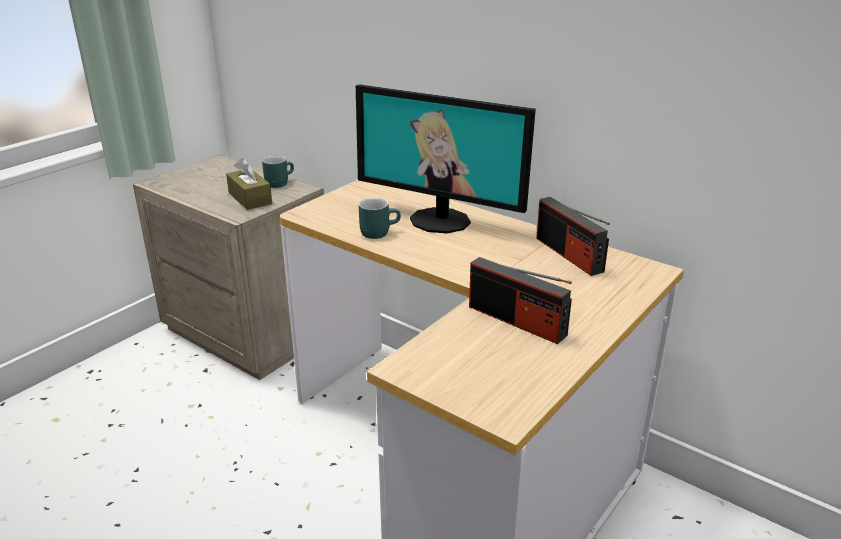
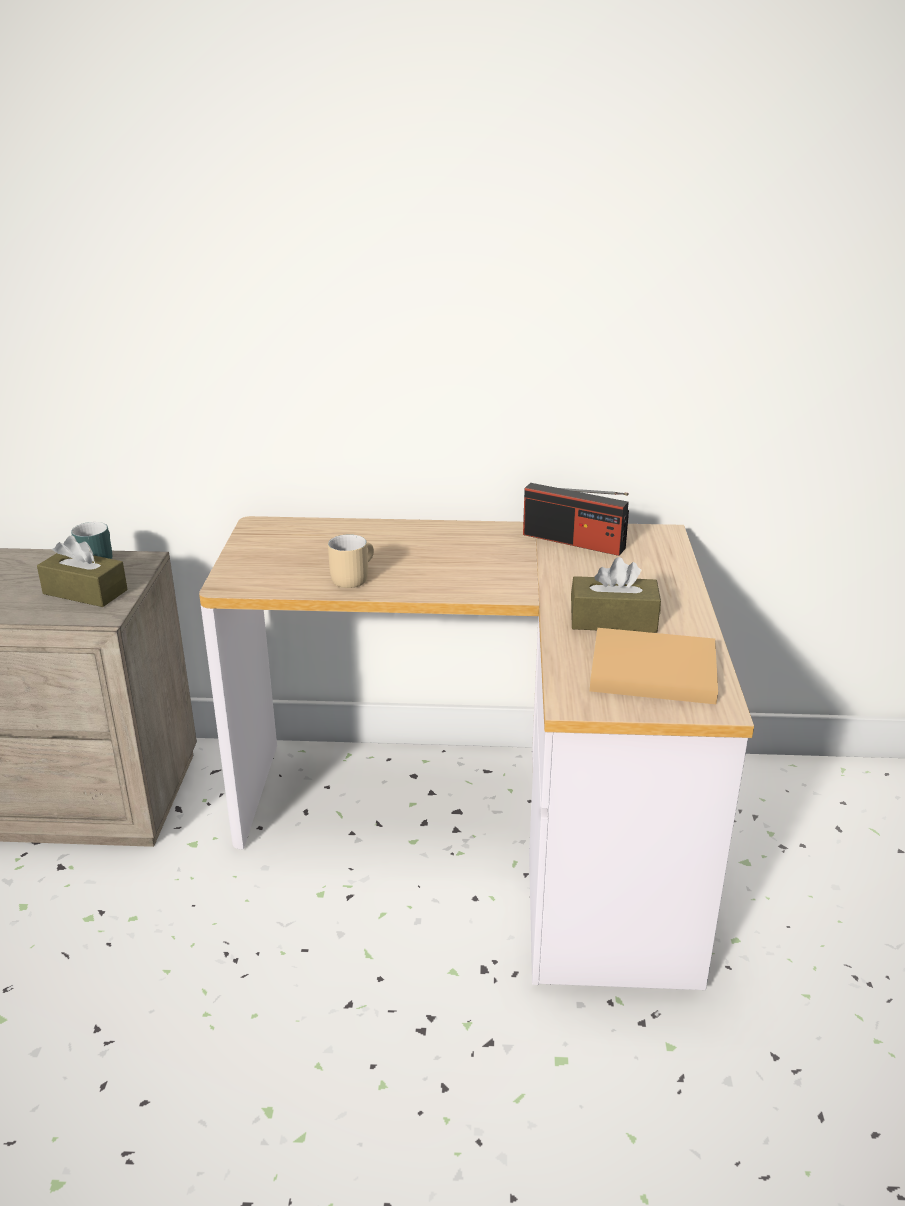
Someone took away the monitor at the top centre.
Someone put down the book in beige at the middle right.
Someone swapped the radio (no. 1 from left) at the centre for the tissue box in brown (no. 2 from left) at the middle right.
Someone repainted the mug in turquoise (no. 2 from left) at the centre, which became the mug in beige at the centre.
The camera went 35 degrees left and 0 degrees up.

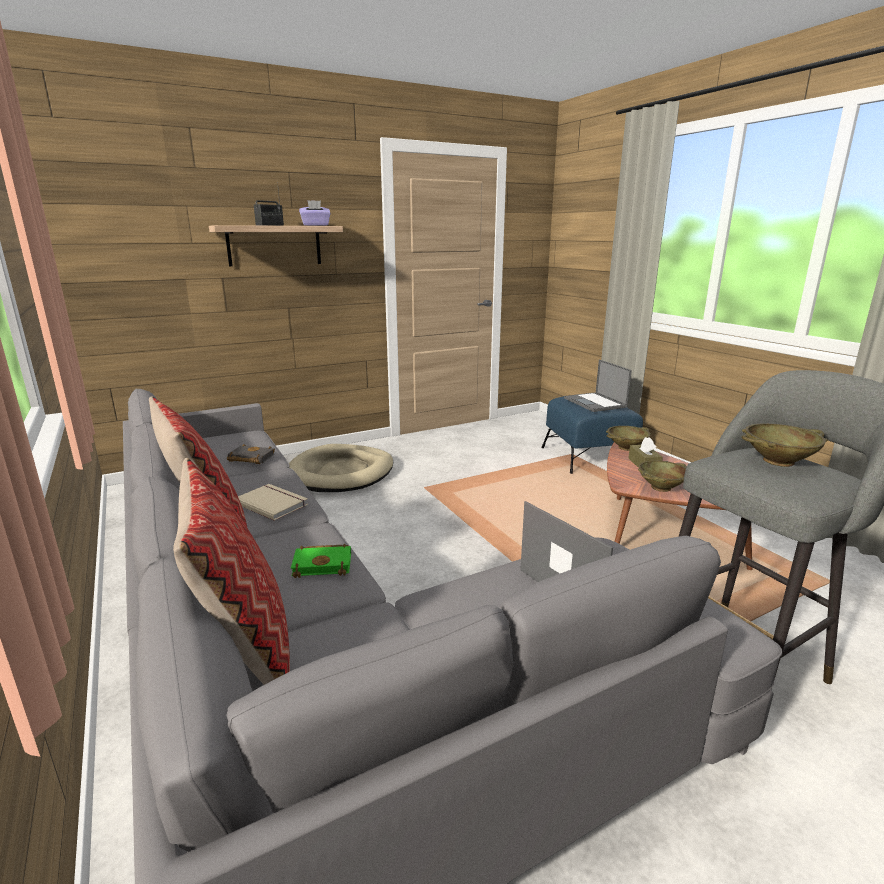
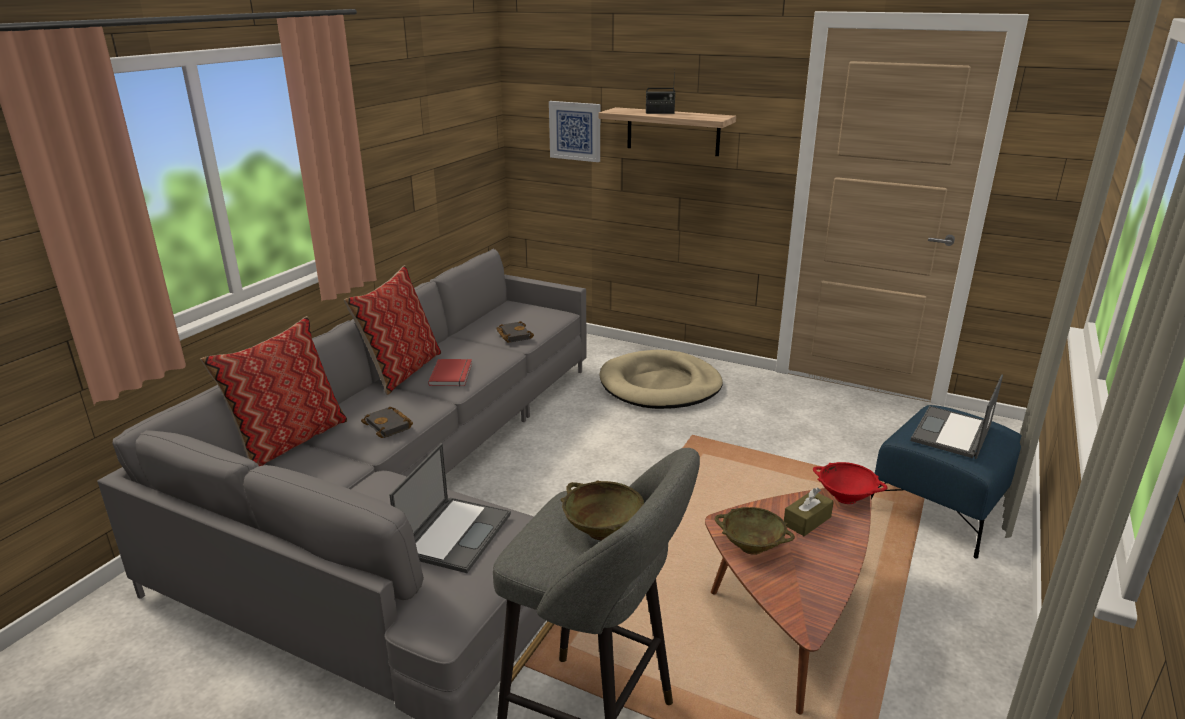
Someone took away the tissue box in purple at the top centre.
Someone put up the picture at the top centre.
Someone repainted the book in beige at the middle left, which became the book in red at the centre.
Someone repainted the book in green at the centre, which became the book in black (no. 1 from left) at the middle left.
Someone repainted the bowl in beige (no. 1 from left) at the middle right, which became the bowl in red at the bottom right.
The camera went 55 degrees right and 5 degrees up.

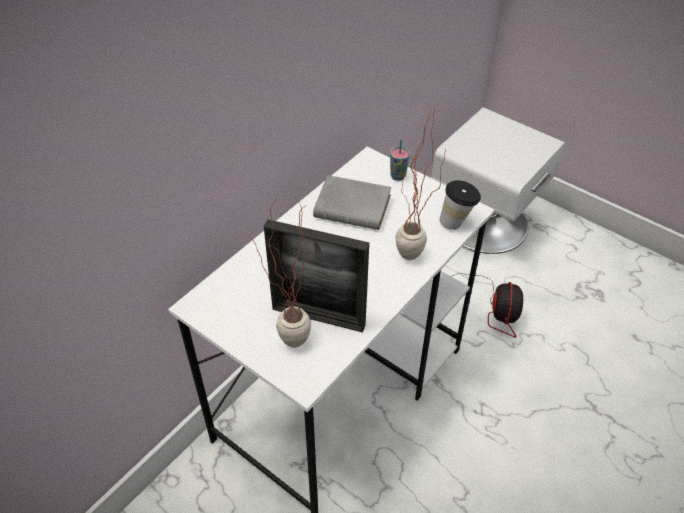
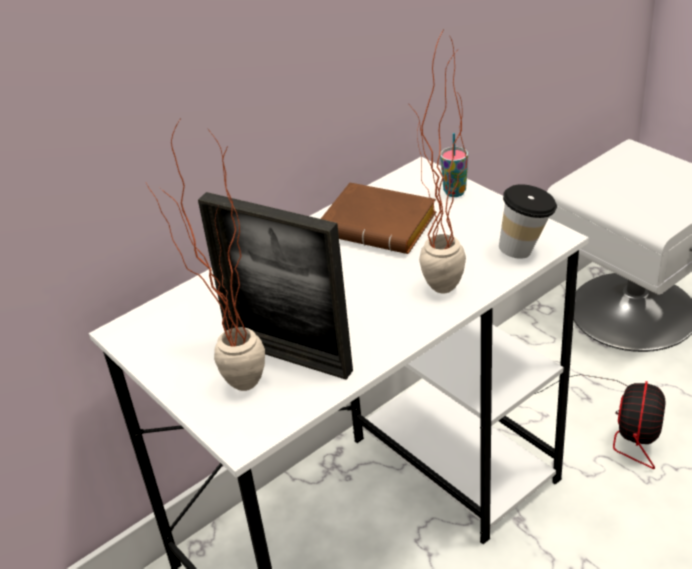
Someone repainted the book in grey at the centre, which became the book in brown at the centre.
The camera went 15 degrees right and 10 degrees down.

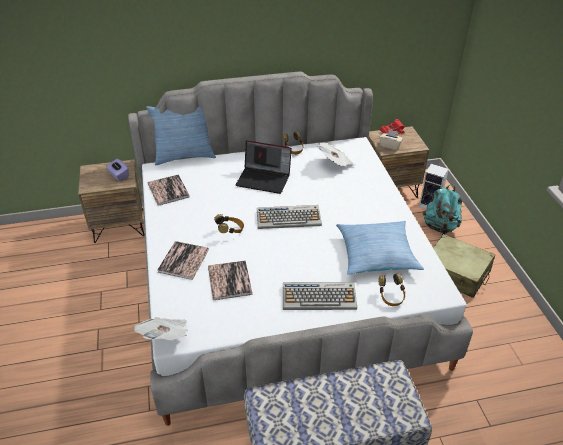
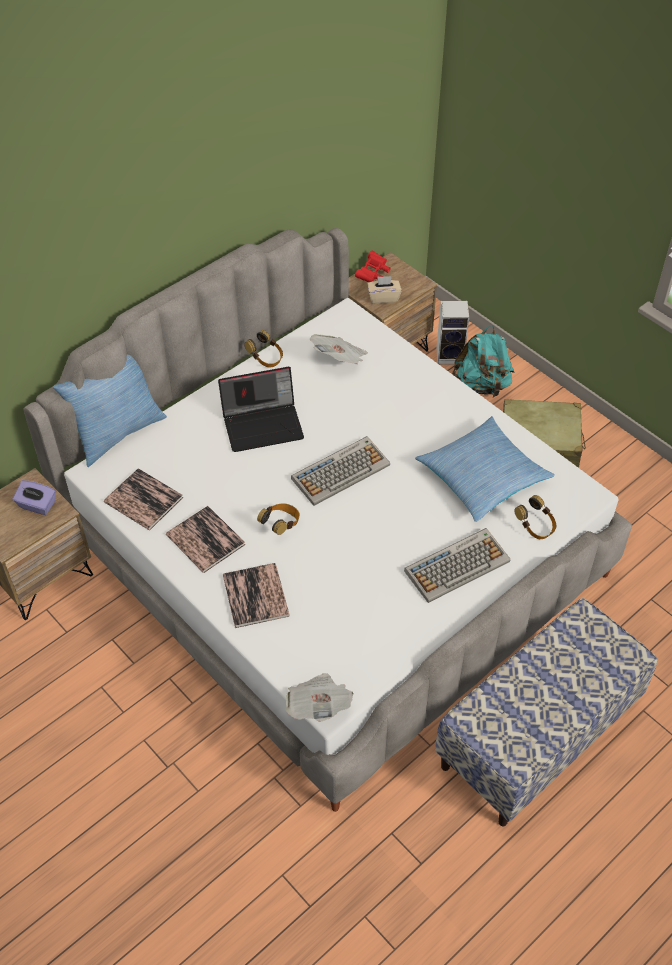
Someone carried the book (no. 3 from left in the first image) from the centre to the middle left.
The camera went 30 degrees left and 10 degrees up.

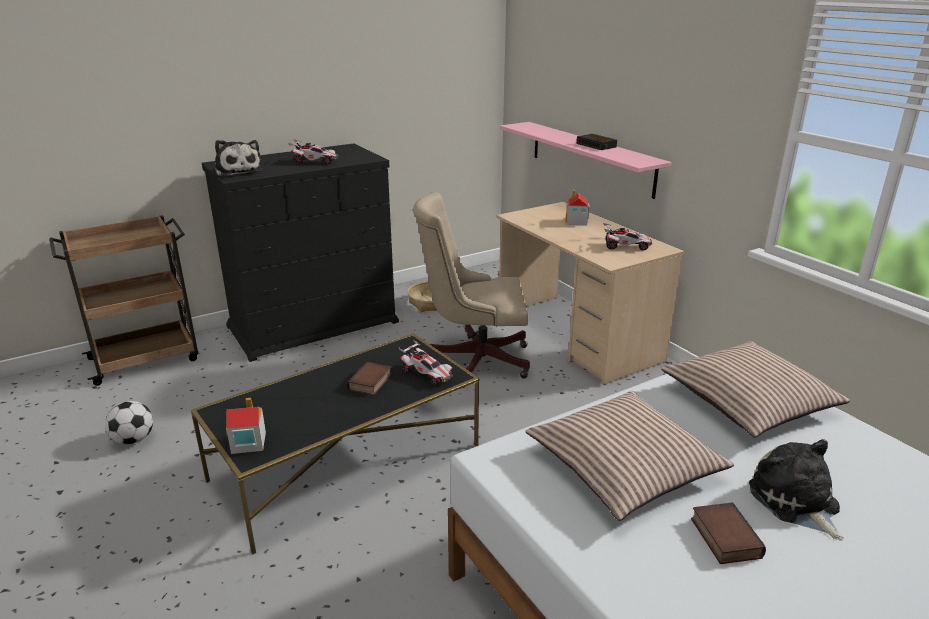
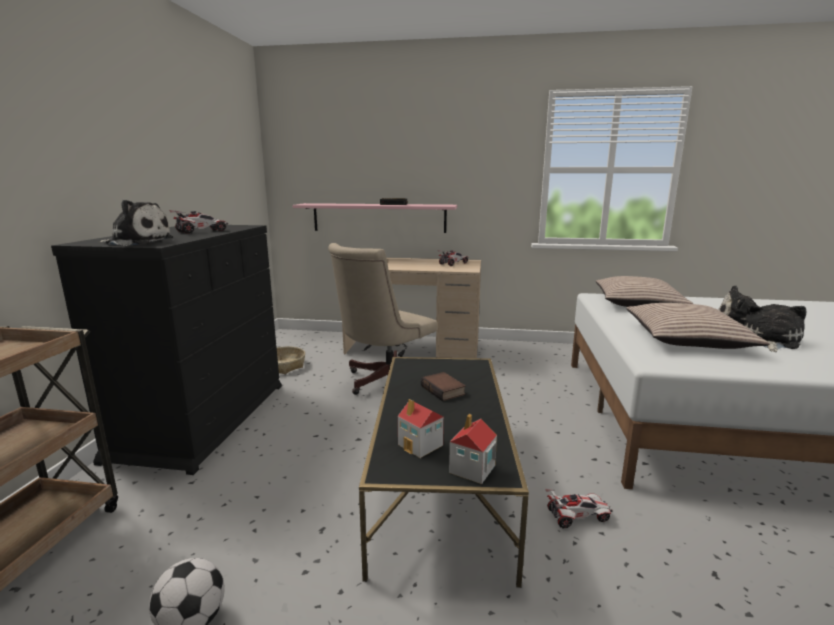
Someone carried the toy car (no. 2 from left in the first image) from the centre to the bottom right.
Someone carried the toy house (no. 2 from left in the first image) from the centre to the bottom centre.
Someone swapped the book (no. 2 from left) at the bottom right for the plush toy (no. 3 from left) at the middle right.
The camera went 50 degrees left and 10 degrees down.

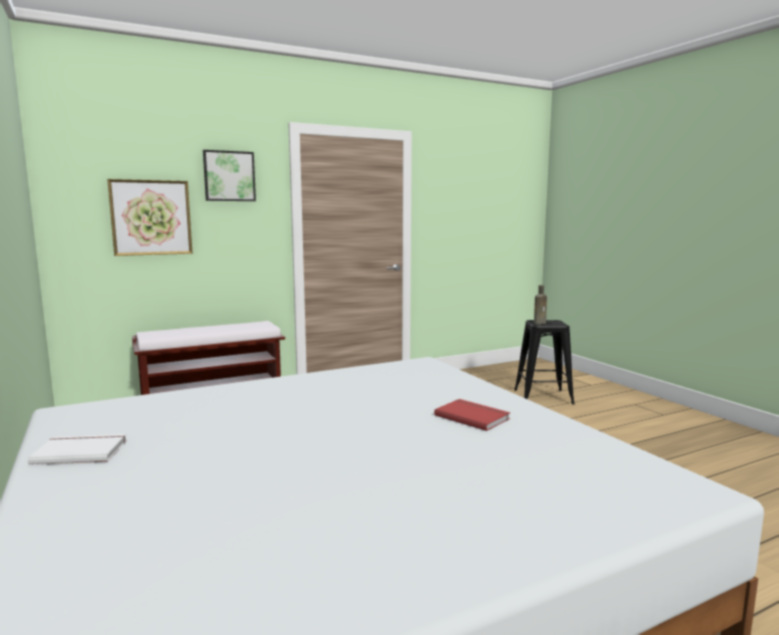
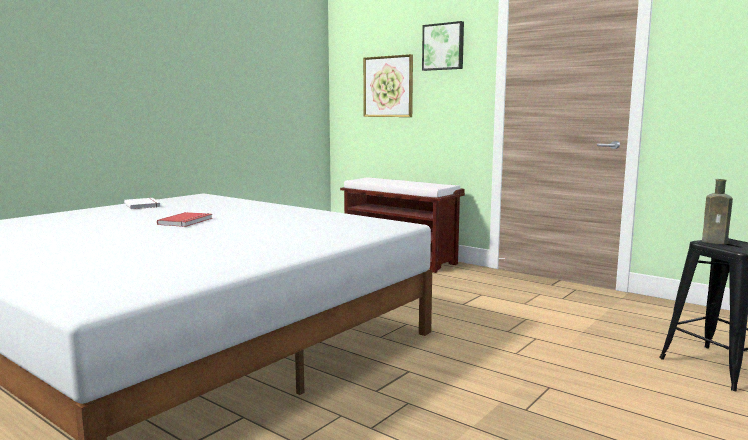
Someone carried the book in red from the centre to the middle left.
The camera went 65 degrees right and 0 degrees up.

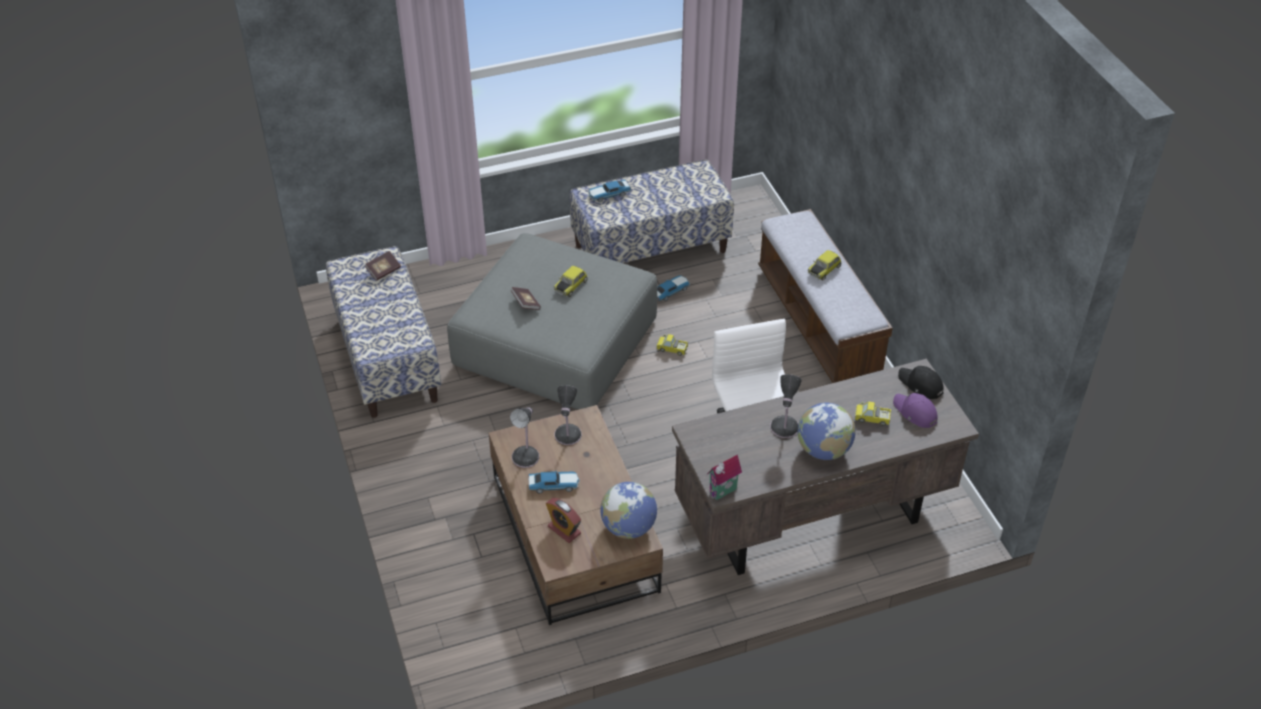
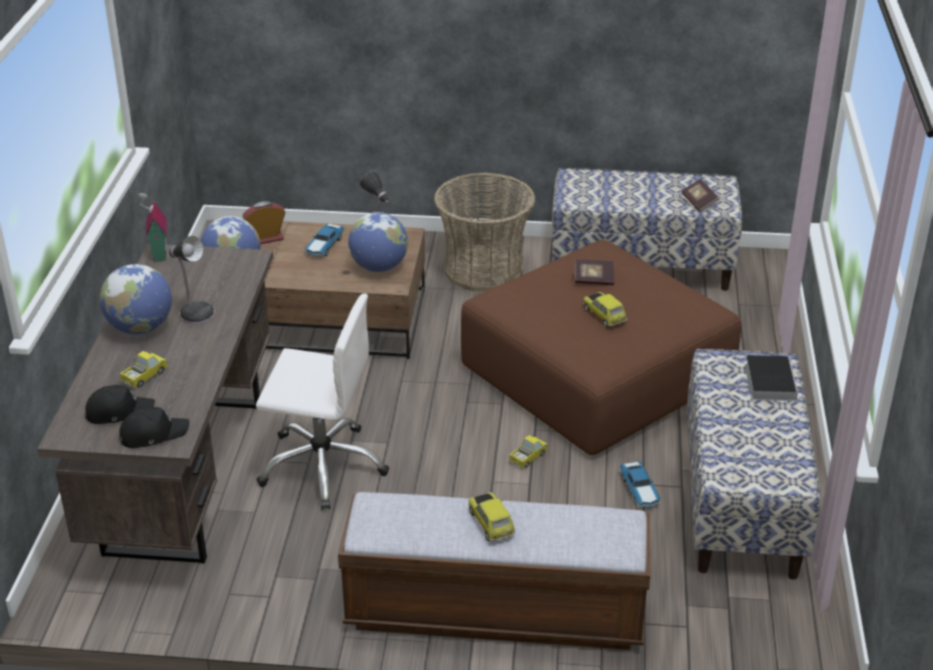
Someone put down the basket at the centre.
Someone swapped the table lamp (no. 2 from left) at the centre for the globe (no. 3 from left) at the centre.
Someone swapped the toy car (no. 3 from left) at the top centre for the book (no. 3 from left) at the middle right.
Someone repainted the ottoman in grey at the centre, which became the ottoman in brown at the centre.
Someone repainted the cap in purple at the middle right, which became the cap in black (no. 1 from left) at the middle left.
The camera went 115 degrees right and 10 degrees down.

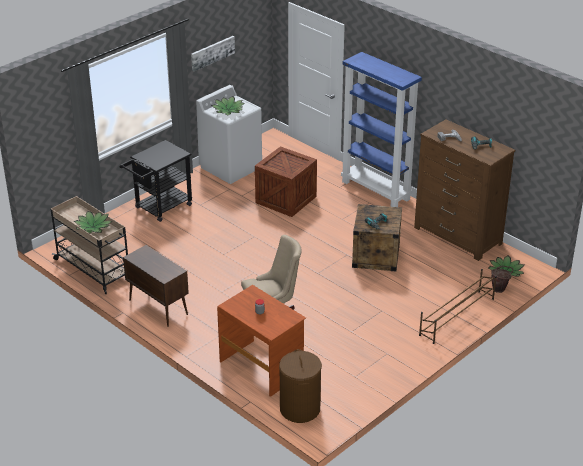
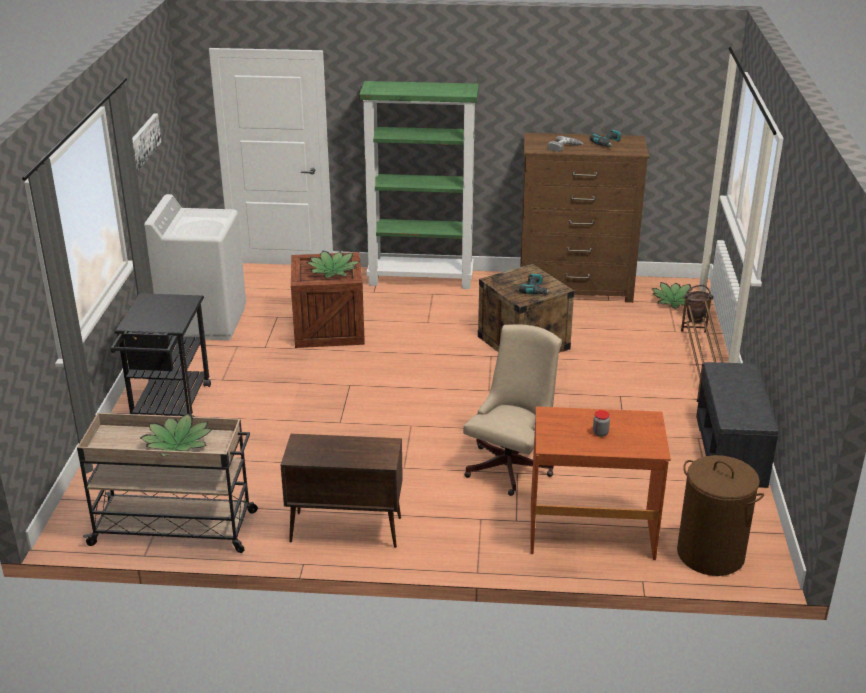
Someone put down the bench in grey at the middle right.
Someone carried the potted plant (no. 2 from left) from the top centre to the centre.
Someone repainted the bookcase in blue at the top centre, which became the bookcase in green at the top centre.
The camera went 40 degrees left and 5 degrees down.

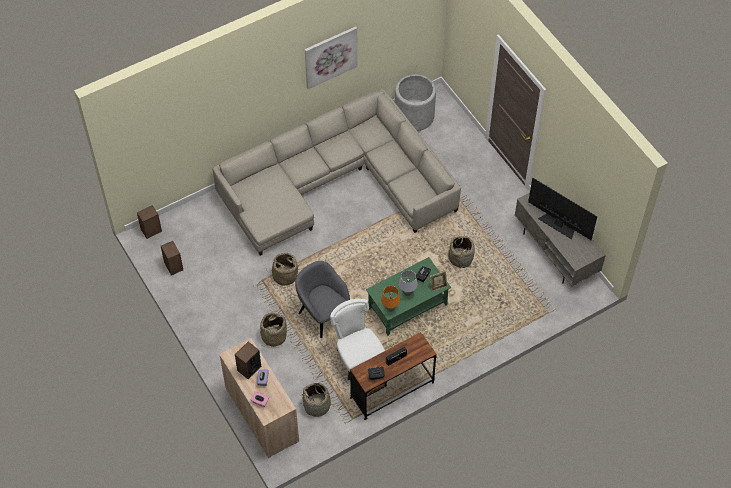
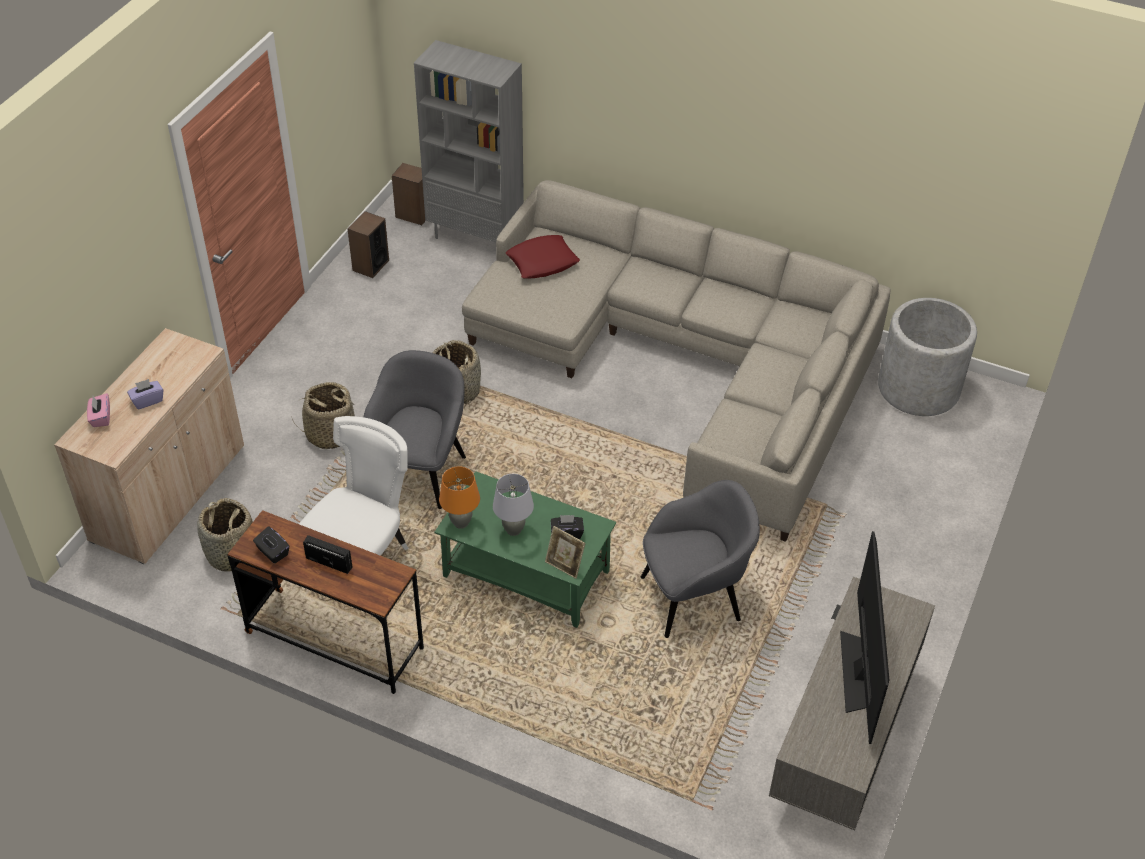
Someone took away the speaker (no. 3 from left) at the bottom centre.
Someone took away the picture at the top centre.
Someone put down the bookcase in grey at the top centre.
Someone put down the pillow in red at the top centre.
Someone swapped the basket (no. 4 from left) at the centre for the armchair in grey (no. 2 from left) at the centre.
The camera went 55 degrees right and 10 degrees down.

